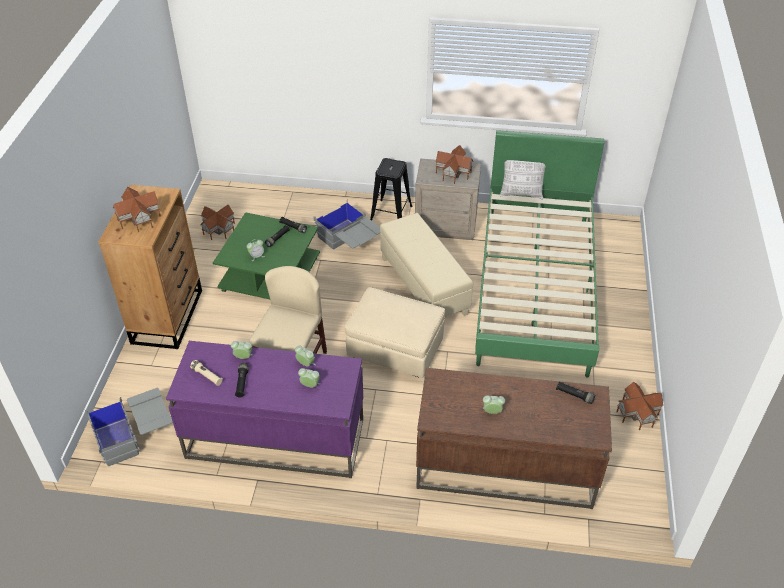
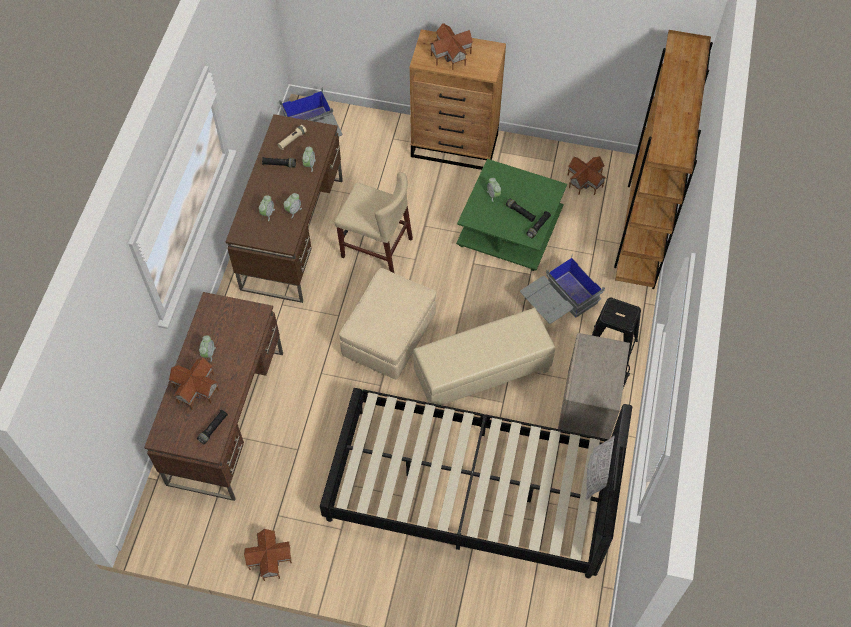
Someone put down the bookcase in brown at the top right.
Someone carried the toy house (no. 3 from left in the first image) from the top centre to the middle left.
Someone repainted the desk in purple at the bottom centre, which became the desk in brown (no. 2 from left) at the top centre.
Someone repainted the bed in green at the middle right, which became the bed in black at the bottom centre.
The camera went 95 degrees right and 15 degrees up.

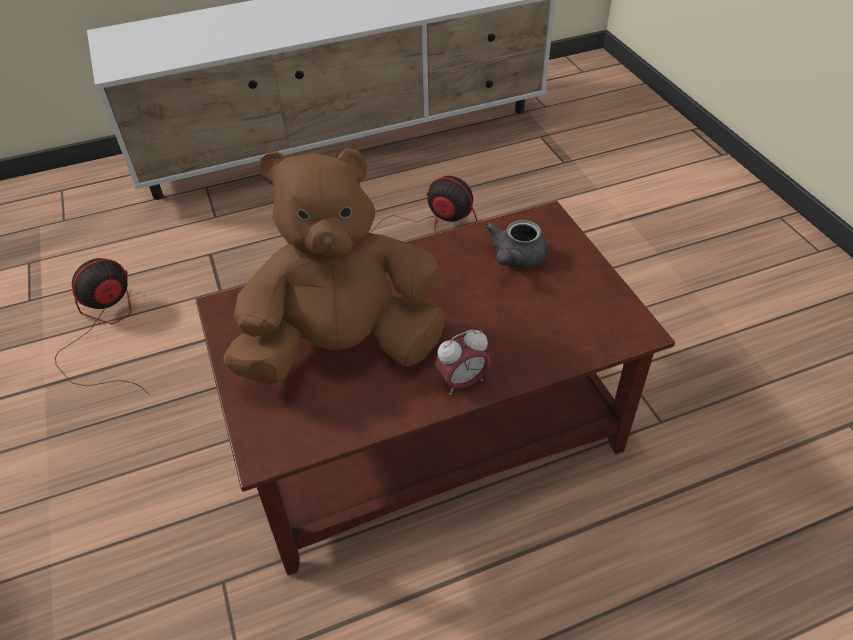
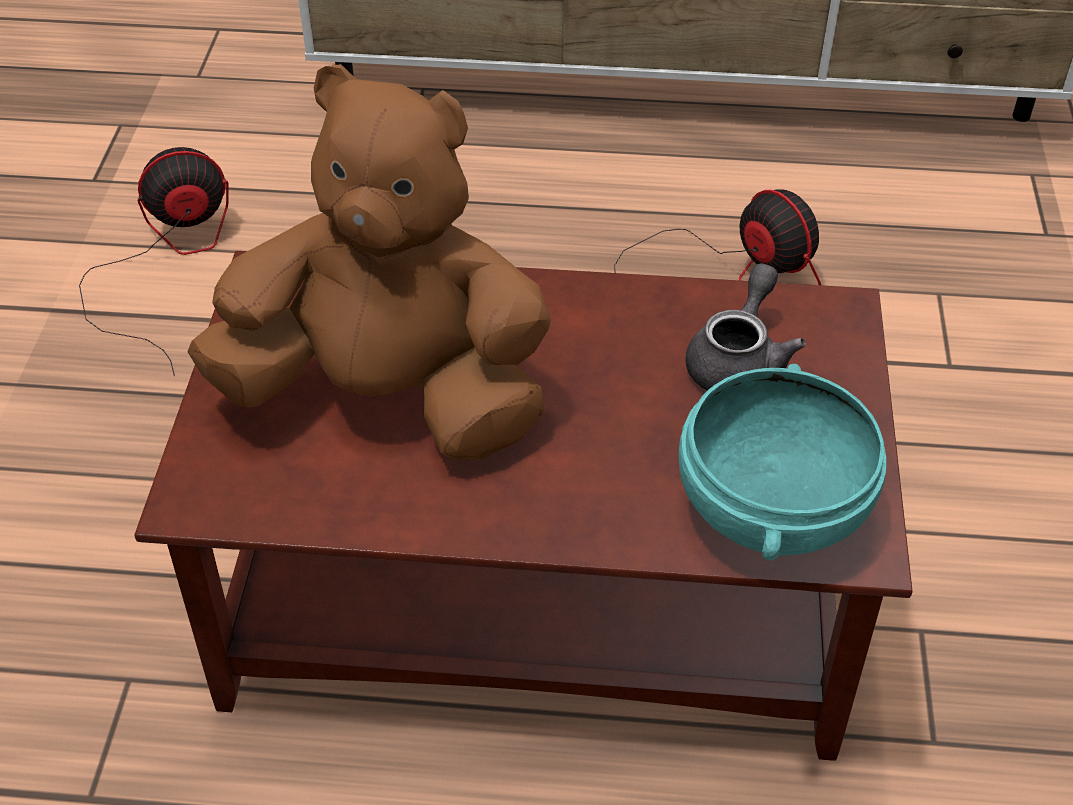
Someone took away the alarm clock at the centre.
Someone put down the bowl in turquoise at the middle right.
Someone rotated the teapot in grey at the centre by 150 degrees clockwise.
The camera went 25 degrees right and 0 degrees up.

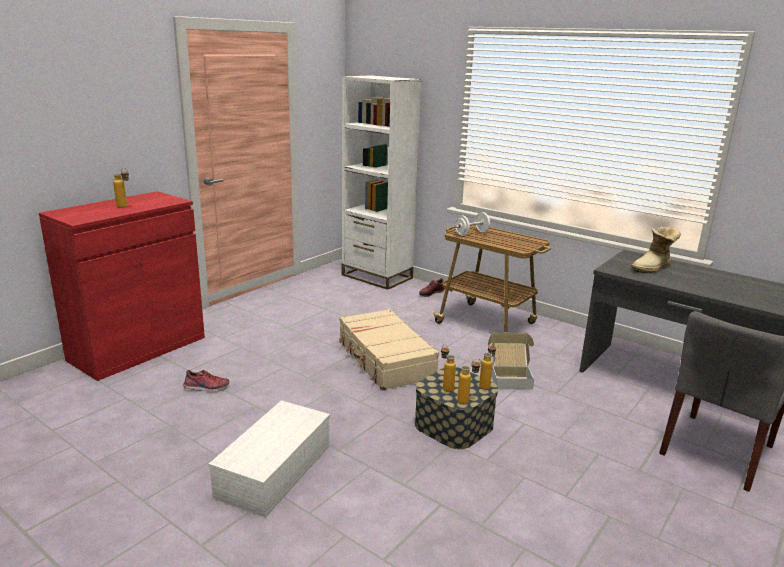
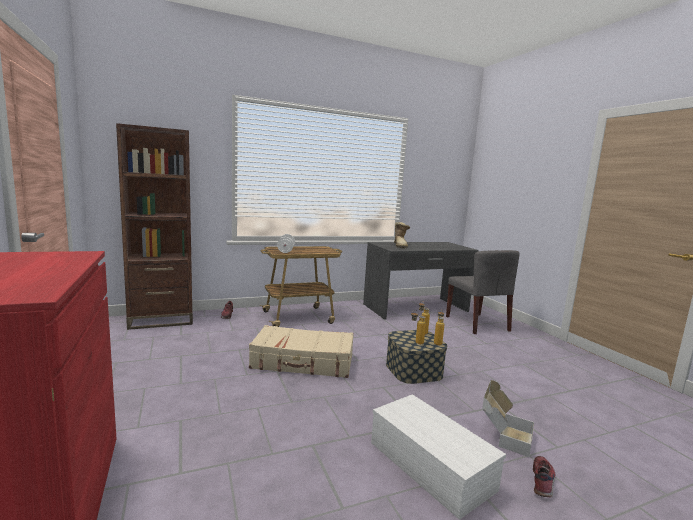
Someone took away the bottle (no. 1 from left) at the top left.
Someone carried the shoe (no. 1 from left in the first image) from the bottom left to the bottom right.
Someone carried the cardboard box from the centre to the bottom right.
Someone repainted the bookcase in white at the top centre, which became the bookcase in brown at the middle left.
The camera went 60 degrees left and 10 degrees down.

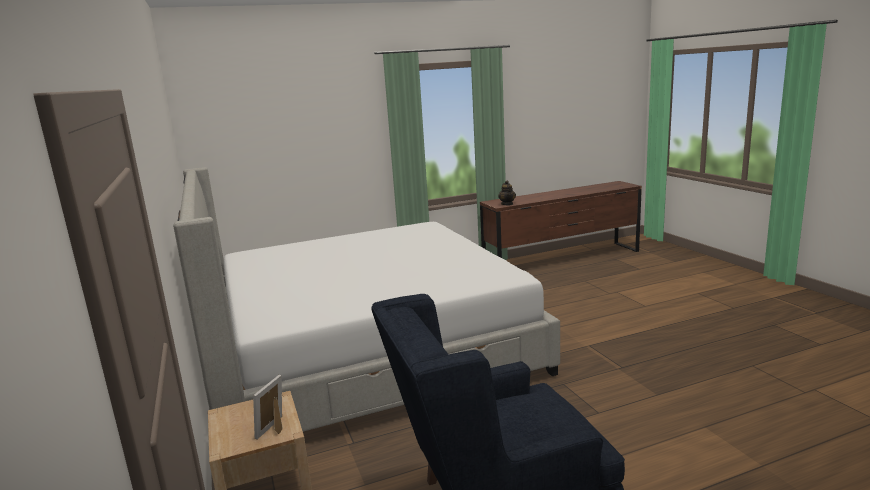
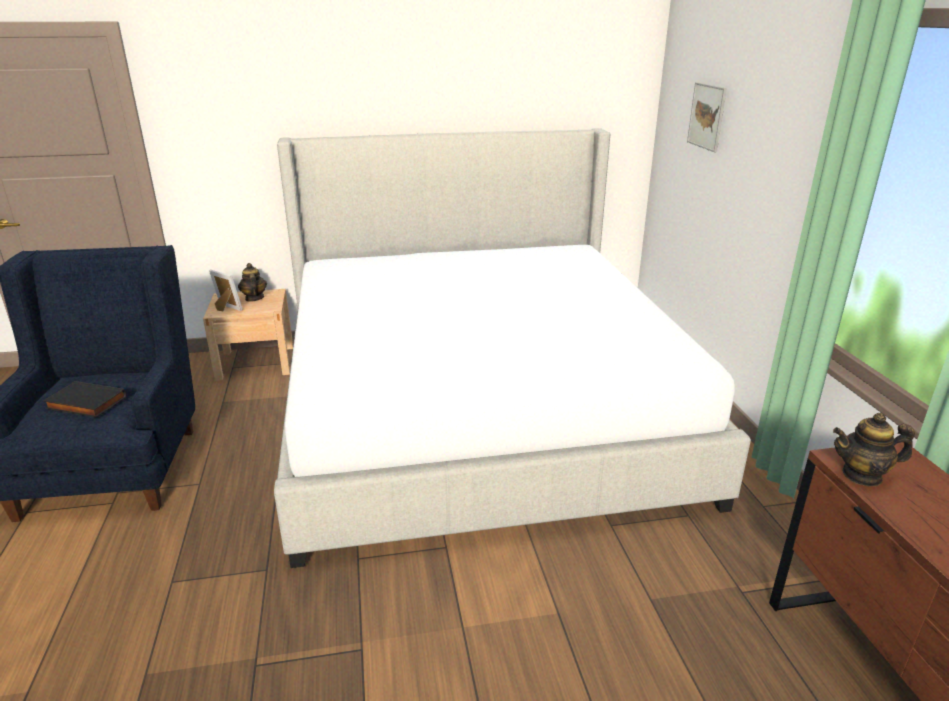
Someone put down the book in black at the middle left.
Someone put down the teapot (no. 1 from left) at the middle left.
Someone put up the picture at the top right.
The camera went 100 degrees right and 10 degrees up.

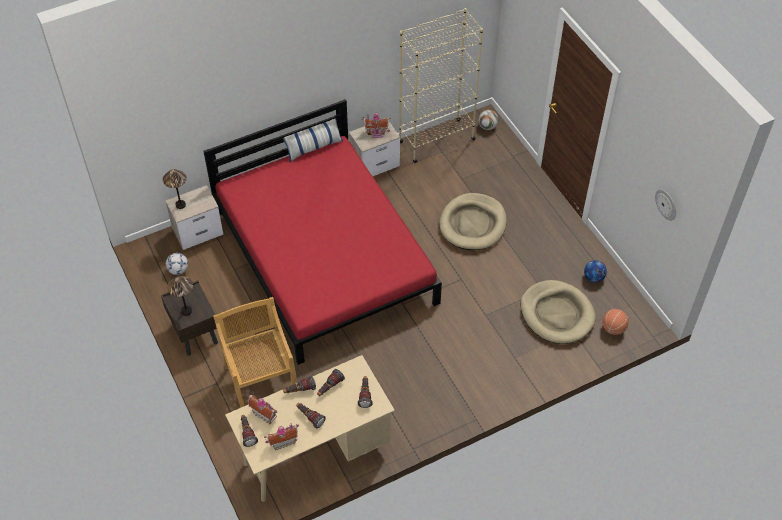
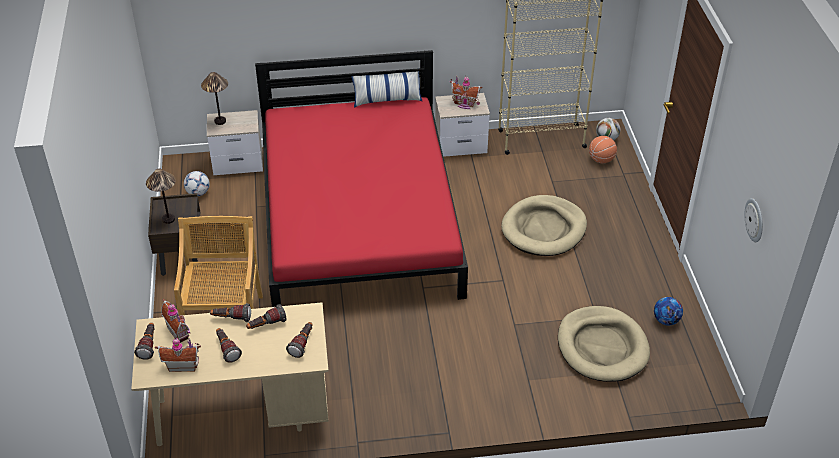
Someone carried the basketball from the middle right to the top right.
The camera went 20 degrees right and 10 degrees down.

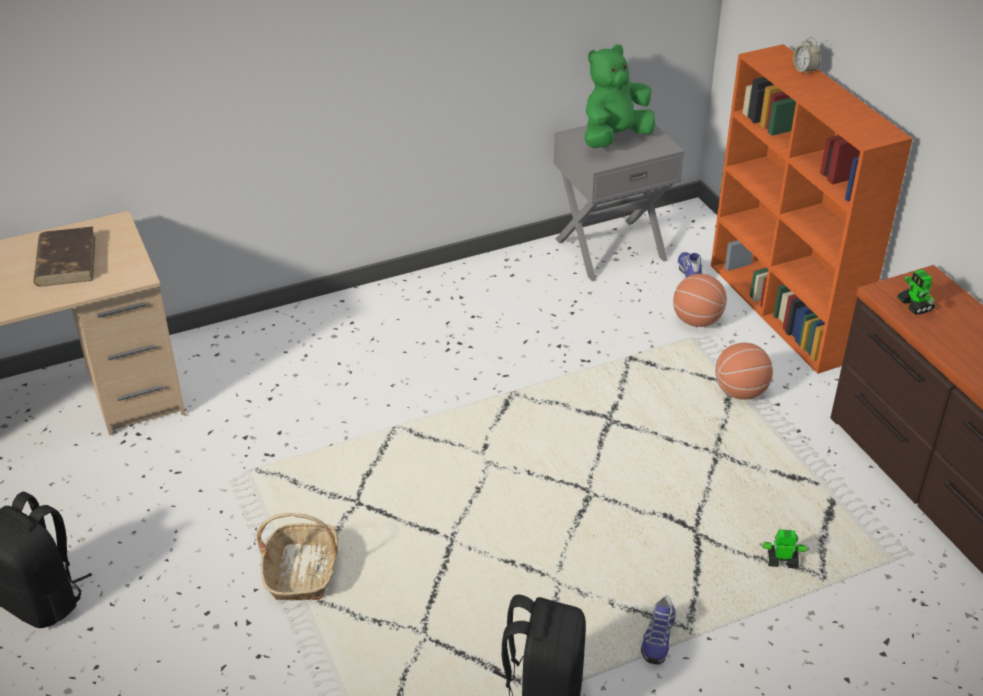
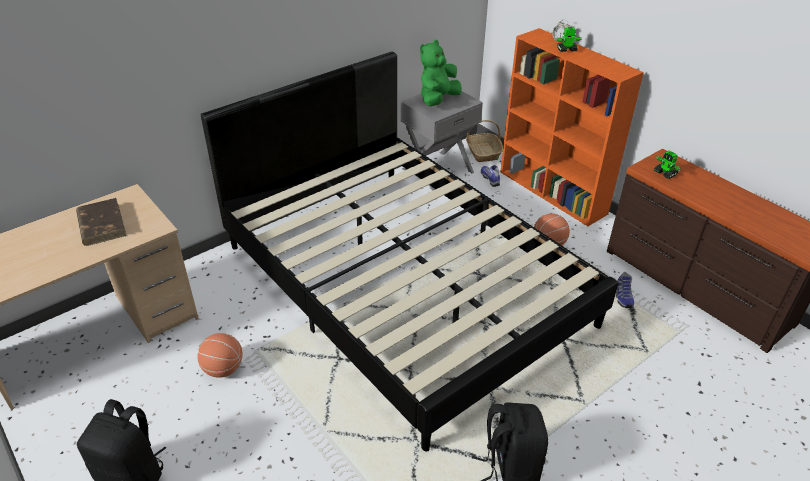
Someone put down the bed in black at the centre.
Someone carried the basket from the bottom left to the top centre.
Someone carried the shoe (no. 1 from left in the first image) from the bottom right to the middle right.
Someone carried the basketball (no. 1 from left) from the middle right to the bottom left.
Someone carried the toy robot (no. 1 from left) from the bottom right to the top right.
The camera went 15 degrees left and 0 degrees up.

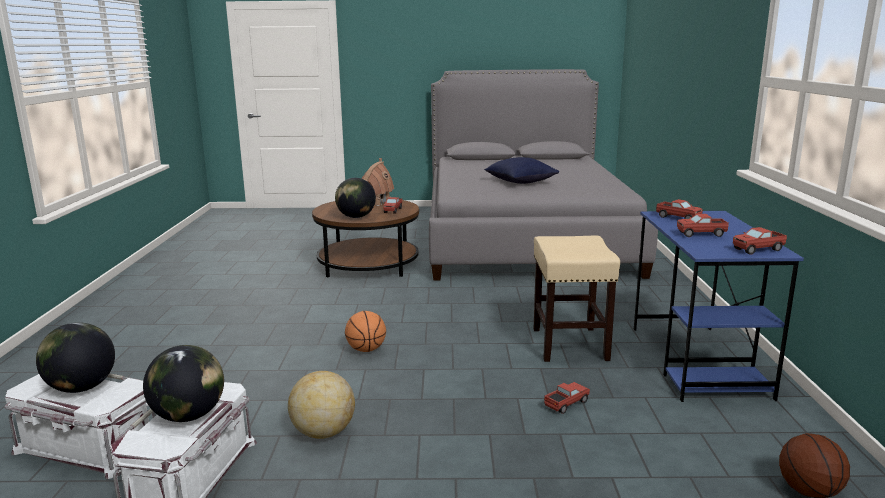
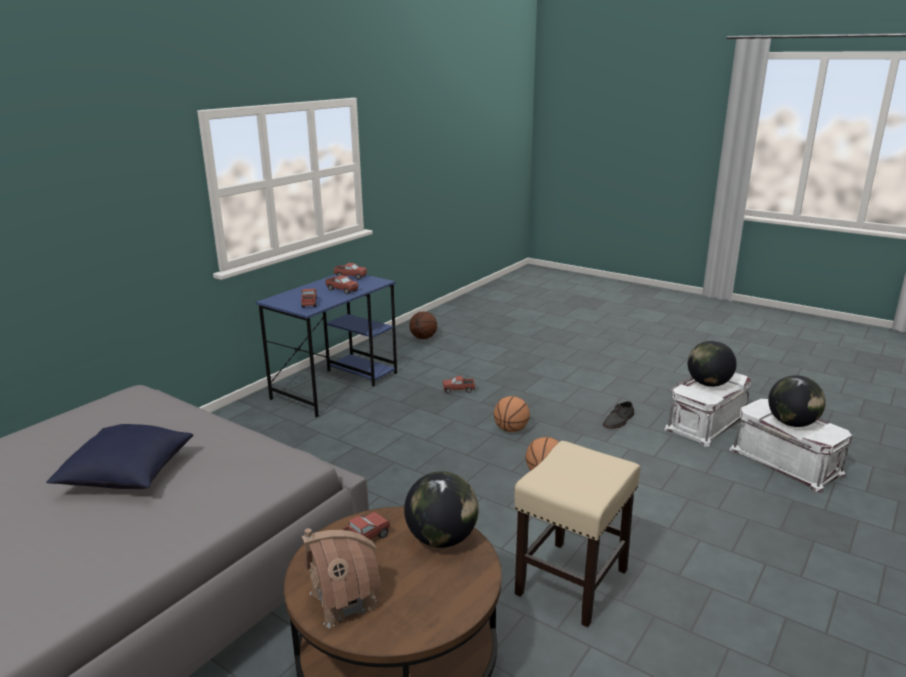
Someone put down the basketball (no. 2 from left) at the centre.
Someone carried the stool in beige from the centre to the bottom centre.
Someone swapped the globe (no. 3 from left) at the bottom centre for the shoe in grey at the middle right.
The camera went 145 degrees left and 5 degrees up.

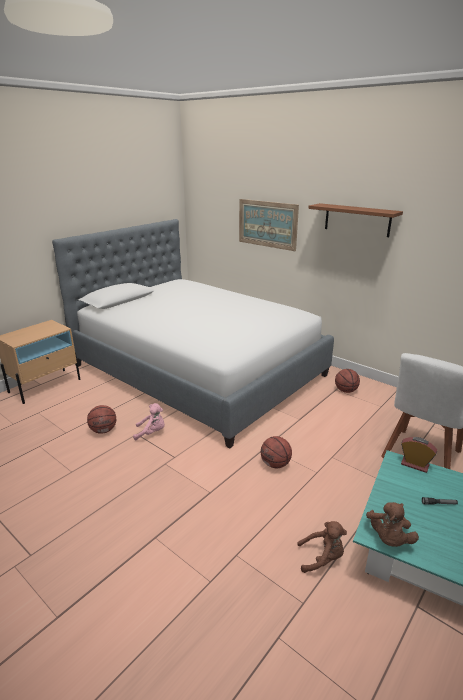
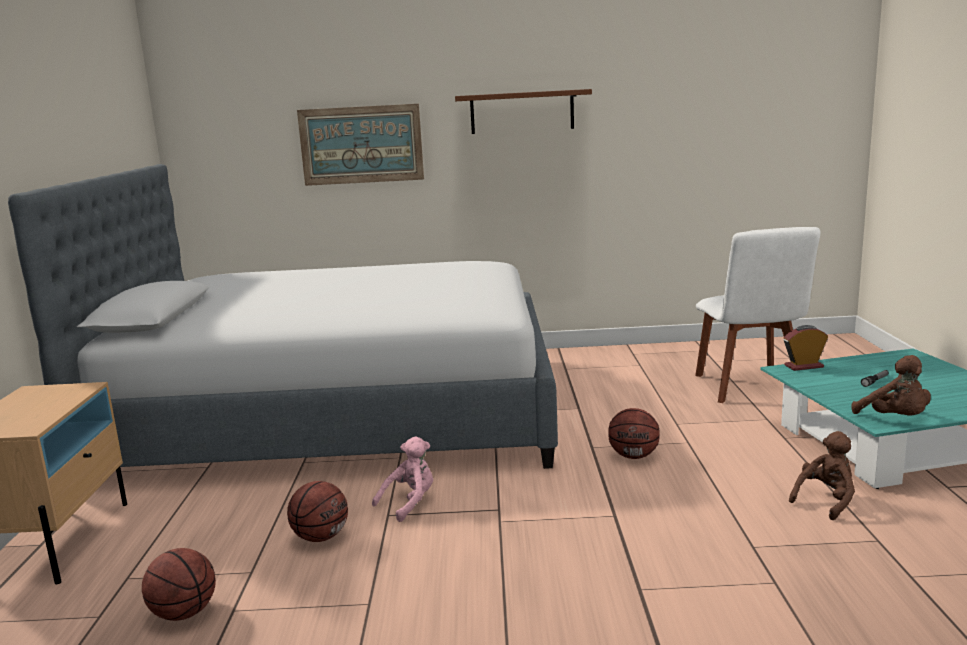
Someone carried the basketball (no. 3 from left in the first image) from the middle right to the bottom left.
The camera went 40 degrees left and 10 degrees down.

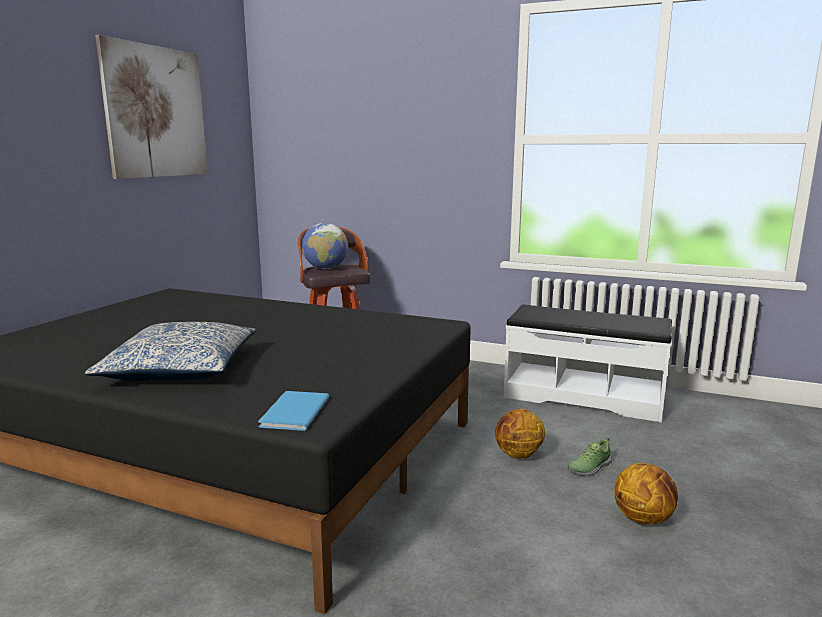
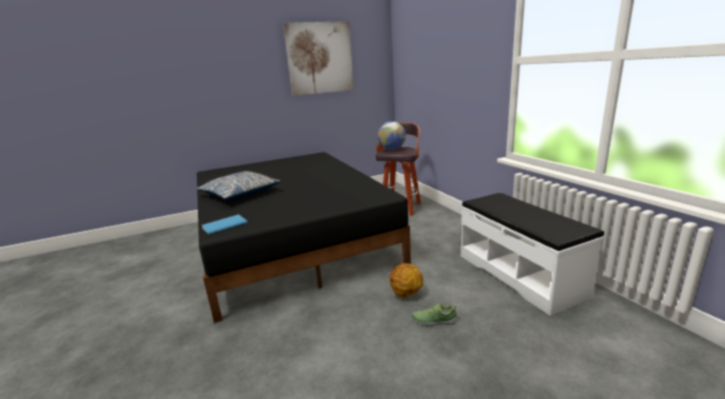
Someone took away the basketball (no. 2 from left) at the bottom right.
The camera went 45 degrees right and 5 degrees up.

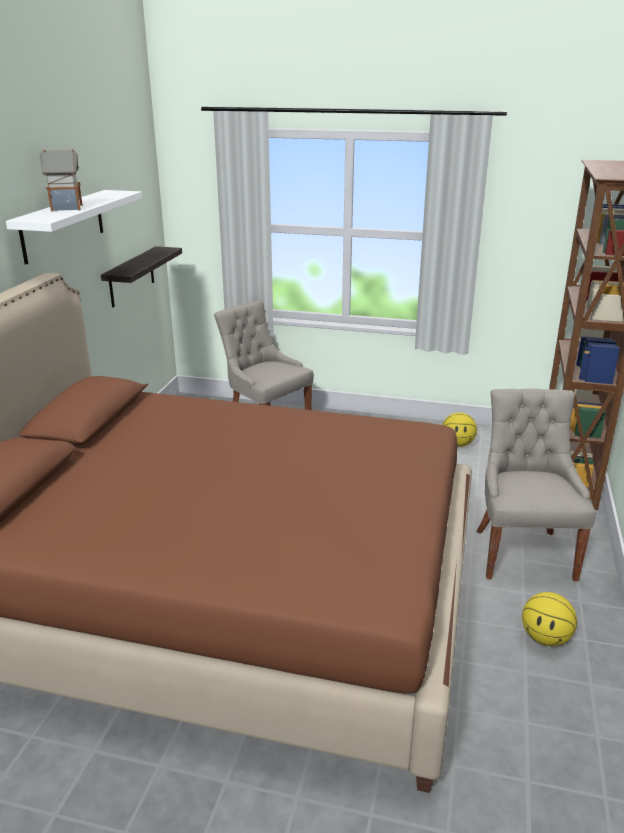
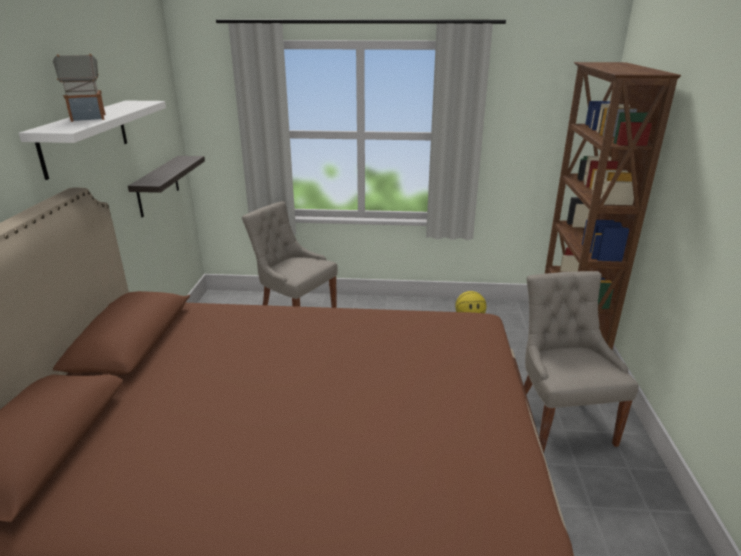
Someone took away the basketball (no. 2 from left) at the bottom right.
The camera went 10 degrees left and 0 degrees up.

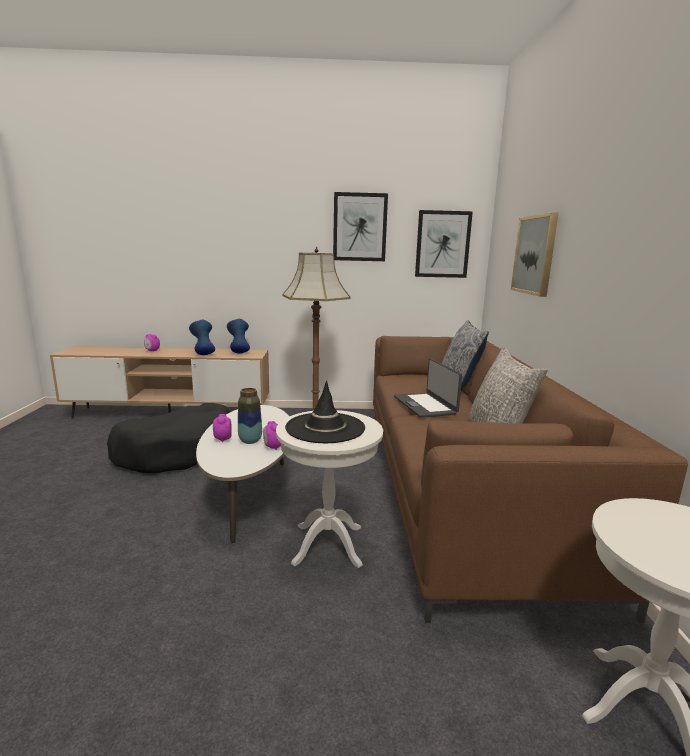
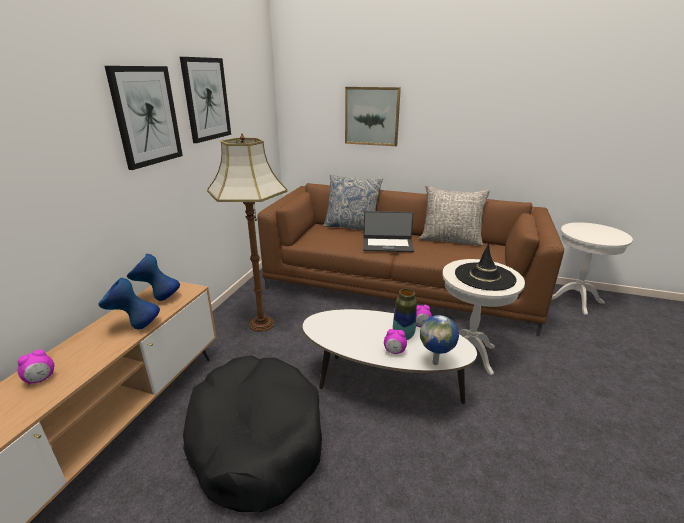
Someone put down the globe at the centre.
Someone carried the picture (no. 2 from left in the first image) from the top centre to the top left.
The camera went 70 degrees left and 10 degrees up.

